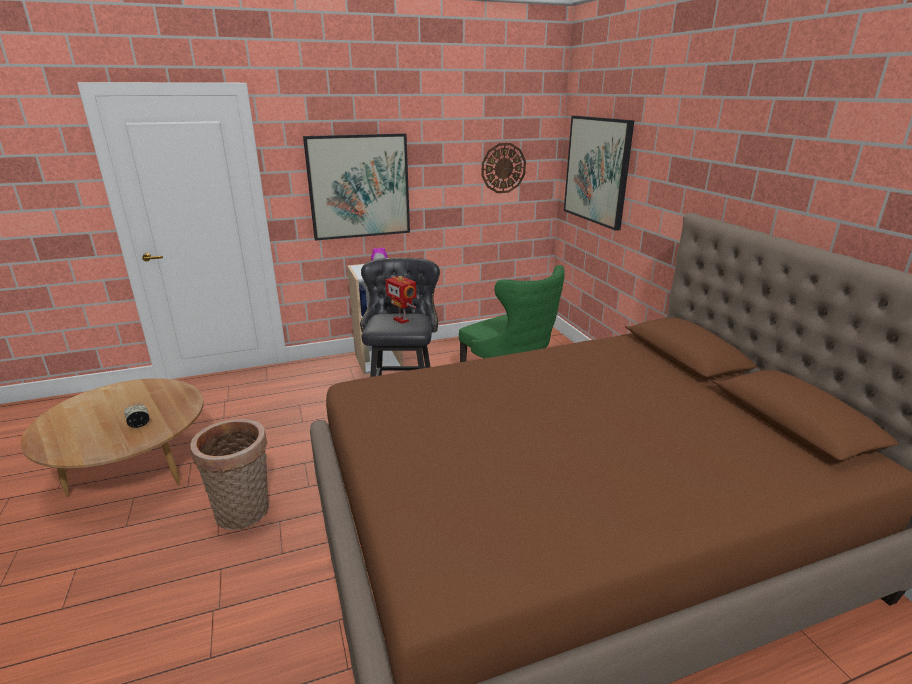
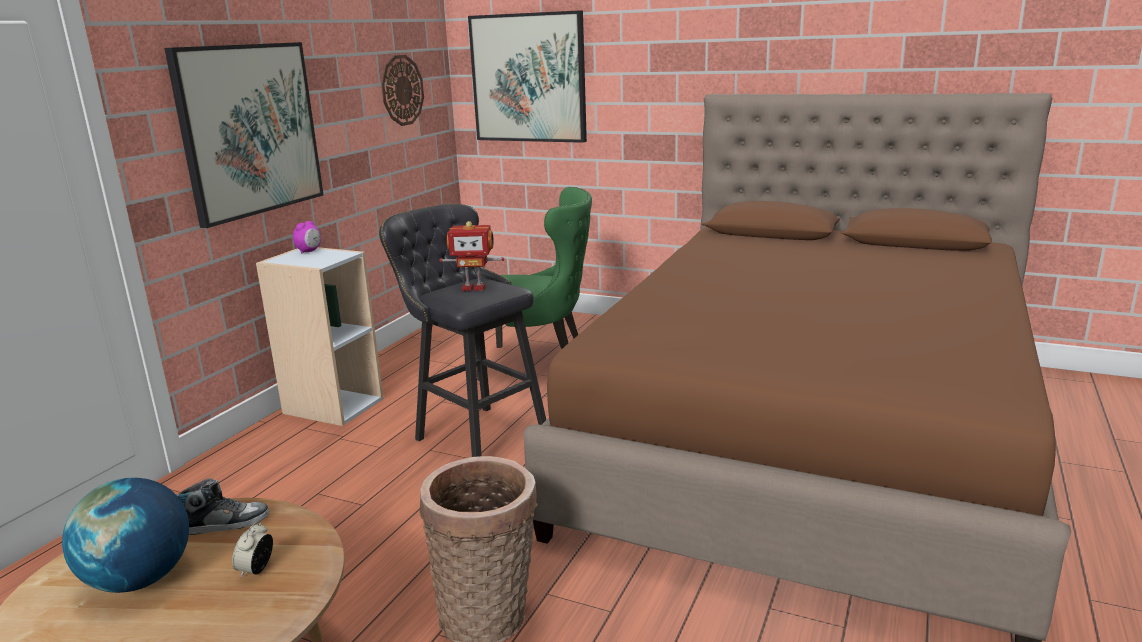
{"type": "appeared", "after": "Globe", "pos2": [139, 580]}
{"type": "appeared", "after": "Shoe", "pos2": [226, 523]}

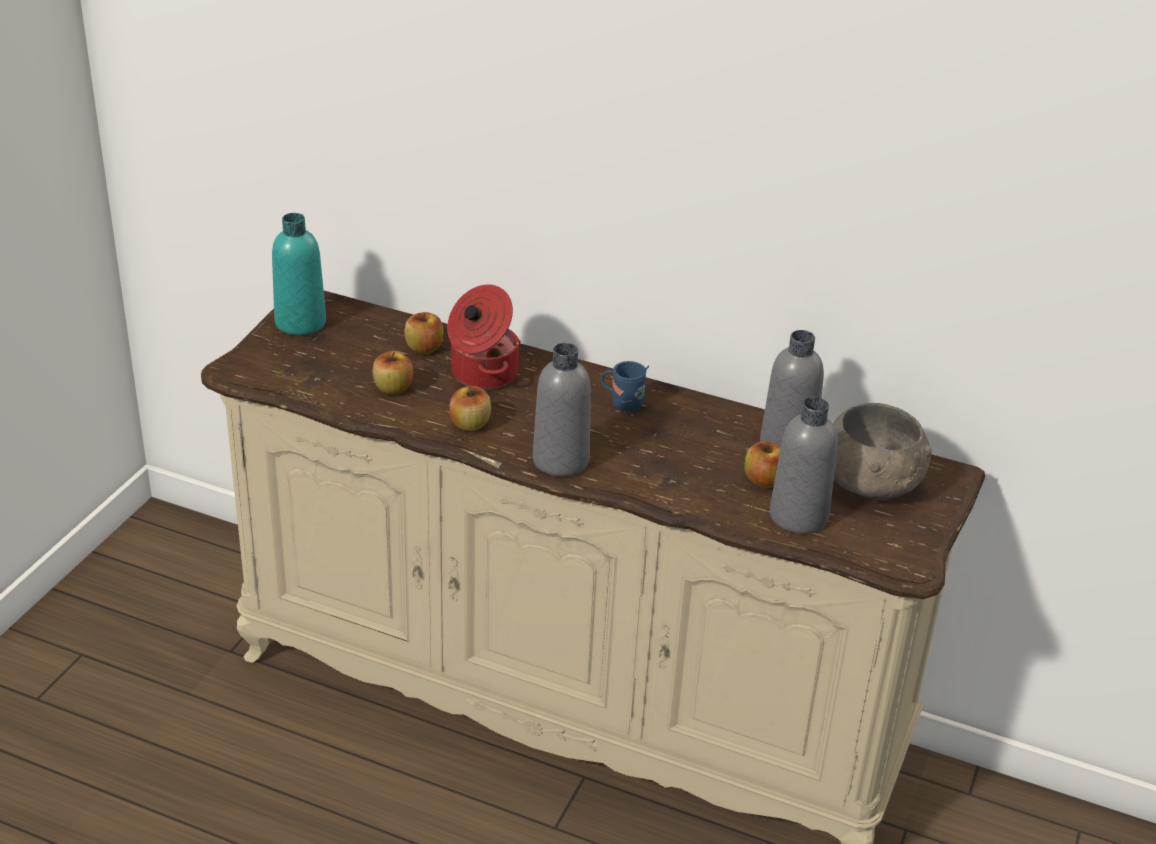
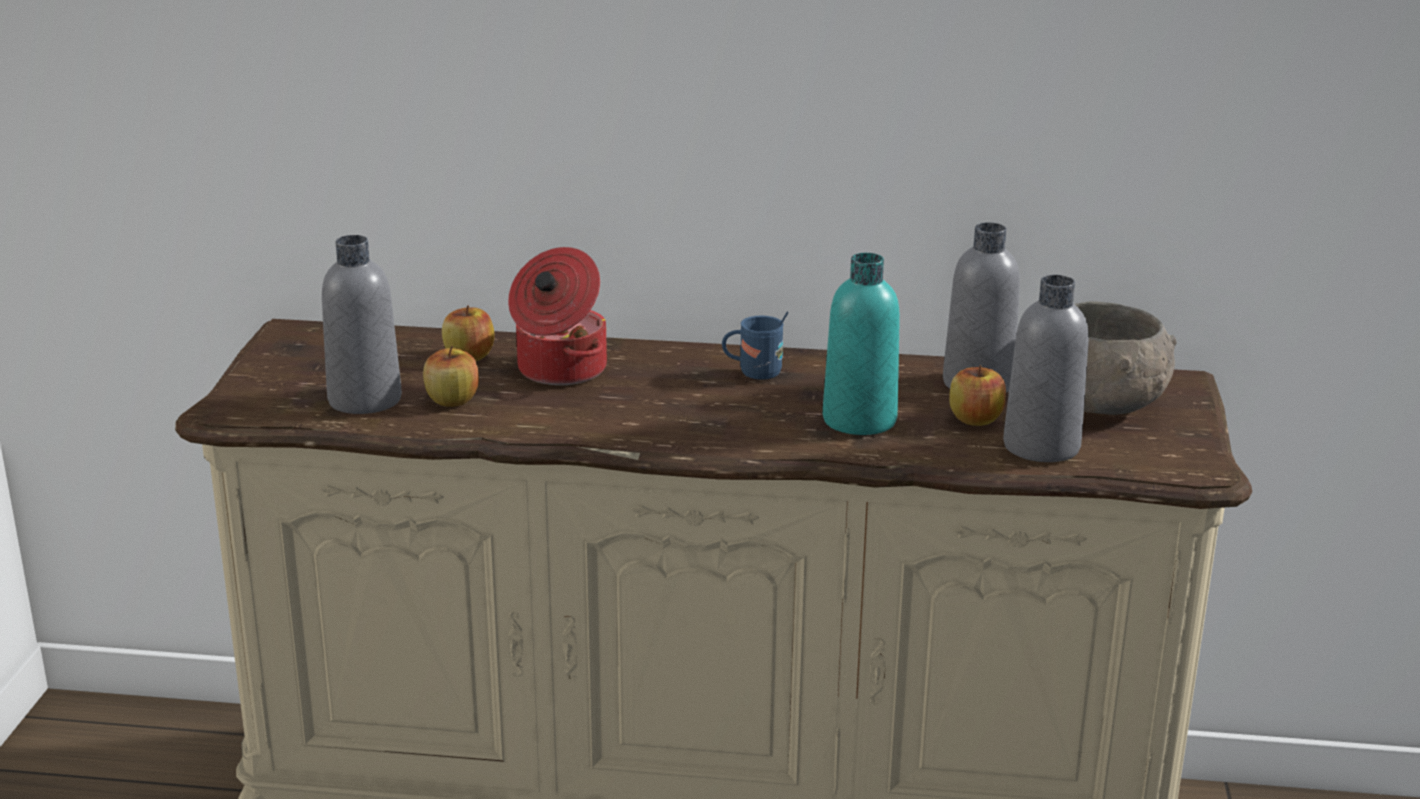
{"type": "missing", "before": "Apple", "pos1": [470, 424]}
{"type": "relocated", "before": "TurquoiseBottle", "pos1": [300, 322], "pos2": [859, 420]}
{"type": "relocated", "before": "GreyBottle", "pos1": [560, 460], "pos2": [365, 400]}

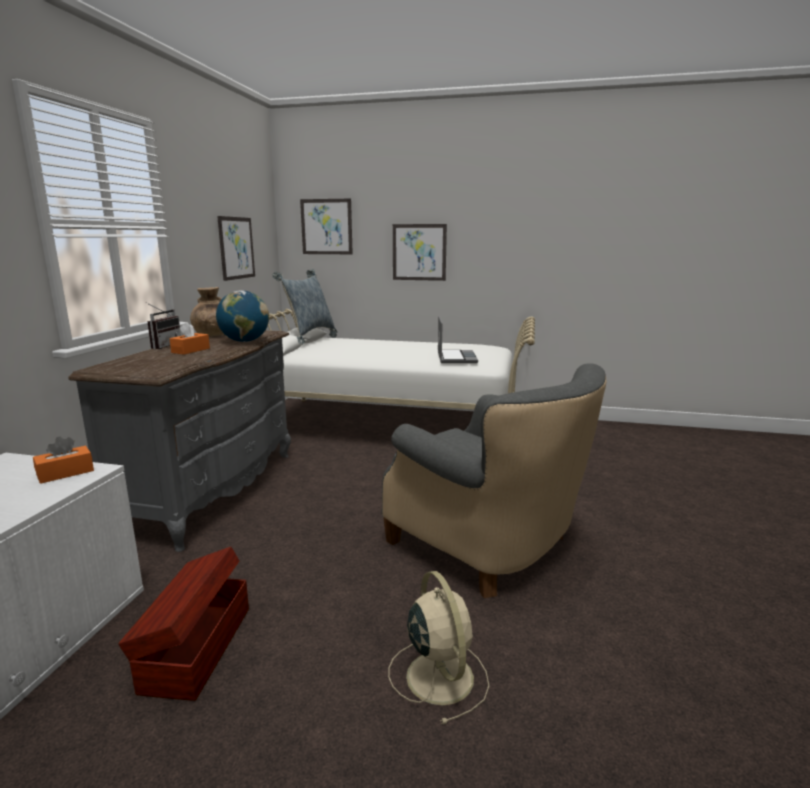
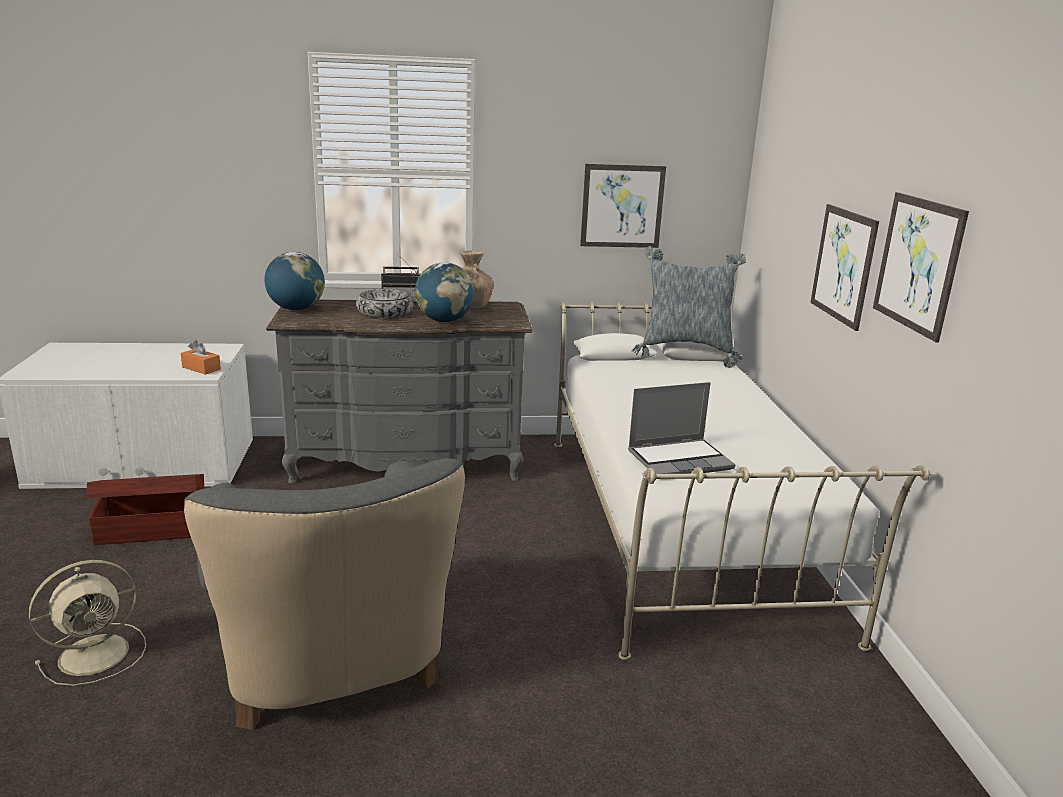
{"type": "appeared", "after": "Globe", "pos2": [296, 309]}
{"type": "relocated", "before": "Picture", "pos1": [326, 227], "pos2": [917, 264]}
{"type": "exchanged", "before": "OrangeTissueBox", "after": "Bowl", "pos1": [190, 350], "pos2": [385, 312]}
{"type": "spun", "before": "GreyArmchair", "pos1": [487, 545], "pos2": [333, 662], "turn": -45}

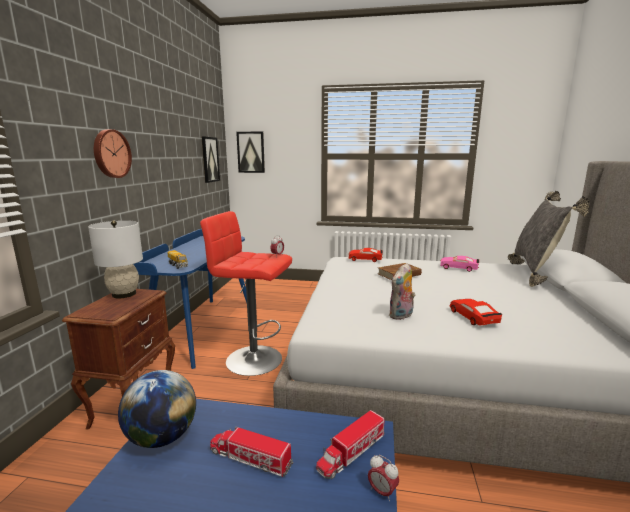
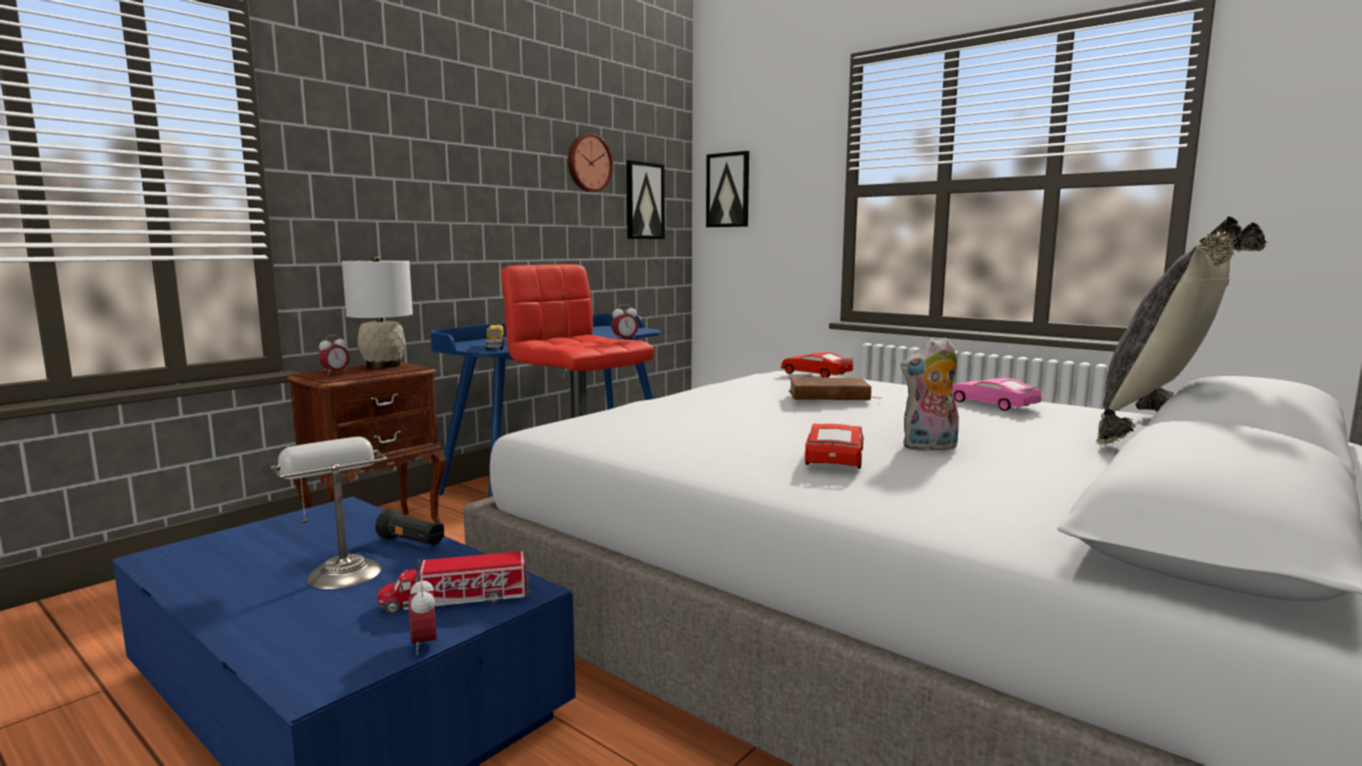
{"type": "missing", "before": "Globe", "pos1": [162, 437]}
{"type": "appeared", "after": "AlarmClock", "pos2": [335, 373]}
{"type": "appeared", "after": "BlackFlashlight", "pos2": [412, 542]}
{"type": "relocated", "before": "WallClock", "pos1": [111, 154], "pos2": [588, 163]}
{"type": "relocated", "before": "PlushToy", "pos1": [401, 316], "pos2": [929, 447]}
{"type": "exchanged", "before": "ToyTruck", "after": "WhiteTableLamp", "pos1": [250, 458], "pos2": [338, 569]}

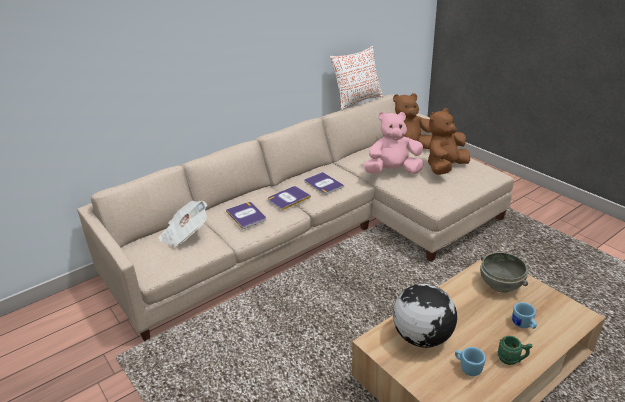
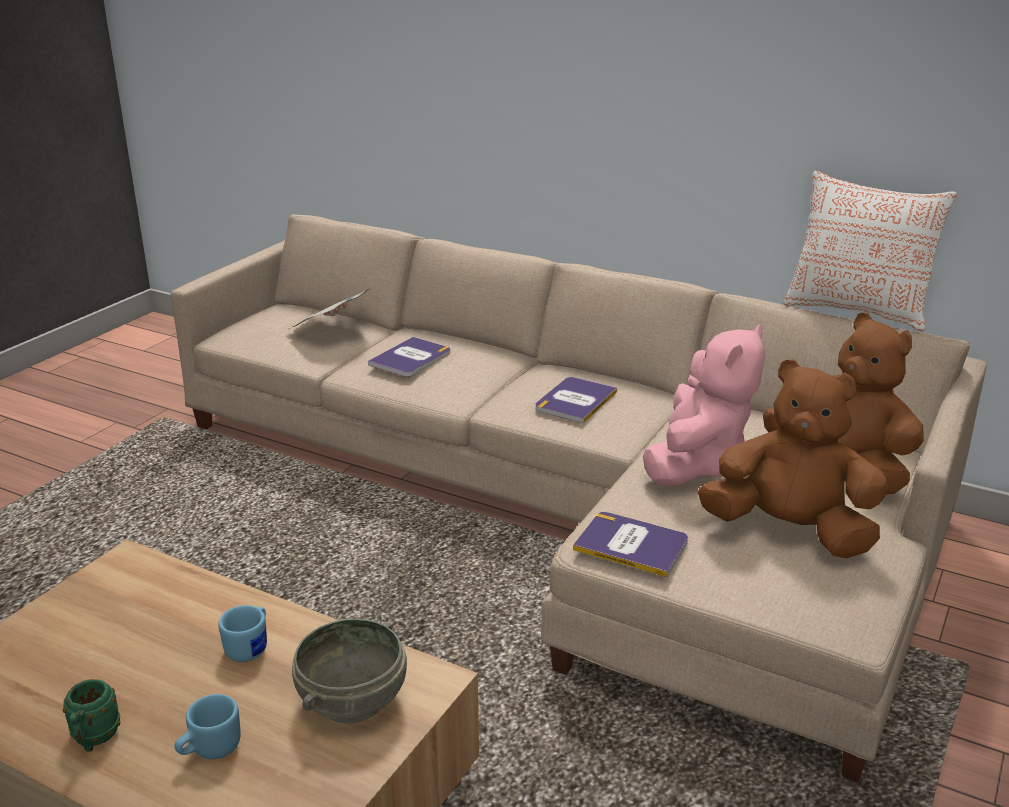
{"type": "missing", "before": "Globe", "pos1": [421, 336]}
{"type": "relocated", "before": "Book", "pos1": [288, 198], "pos2": [631, 545]}
{"type": "relocated", "before": "BlueMug", "pos1": [467, 367], "pos2": [250, 647]}
{"type": "spun", "before": "PinkPlushToy", "pos1": [393, 172], "pos2": [697, 464], "turn": 60}

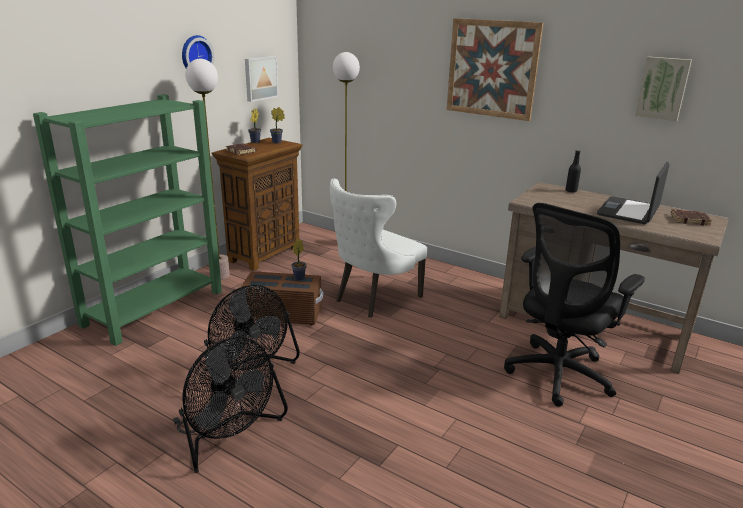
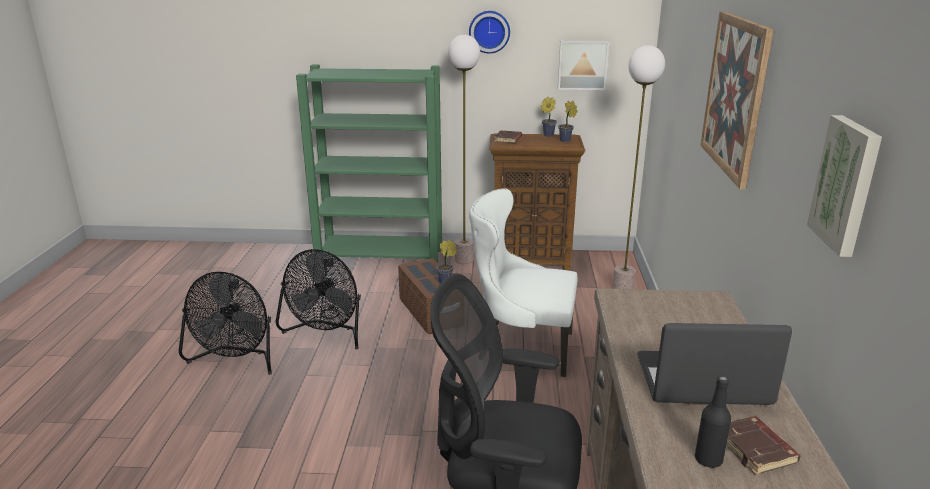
{"type": "relocated", "before": "BlackBottle", "pos1": [571, 191], "pos2": [708, 459]}

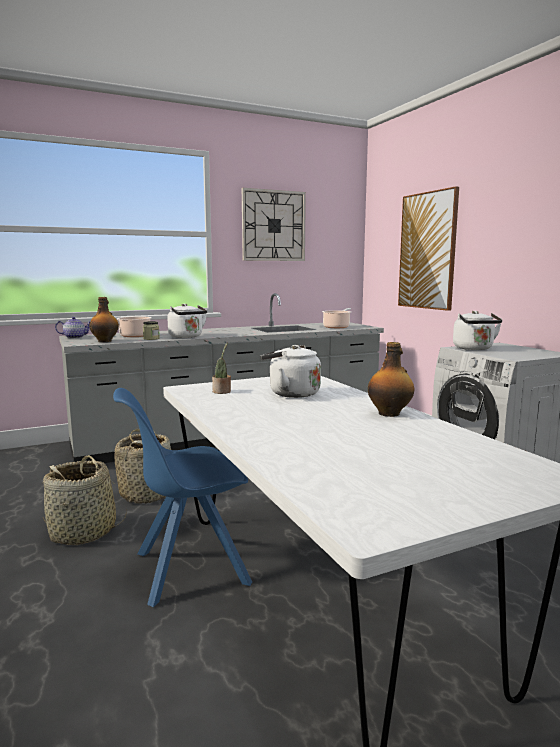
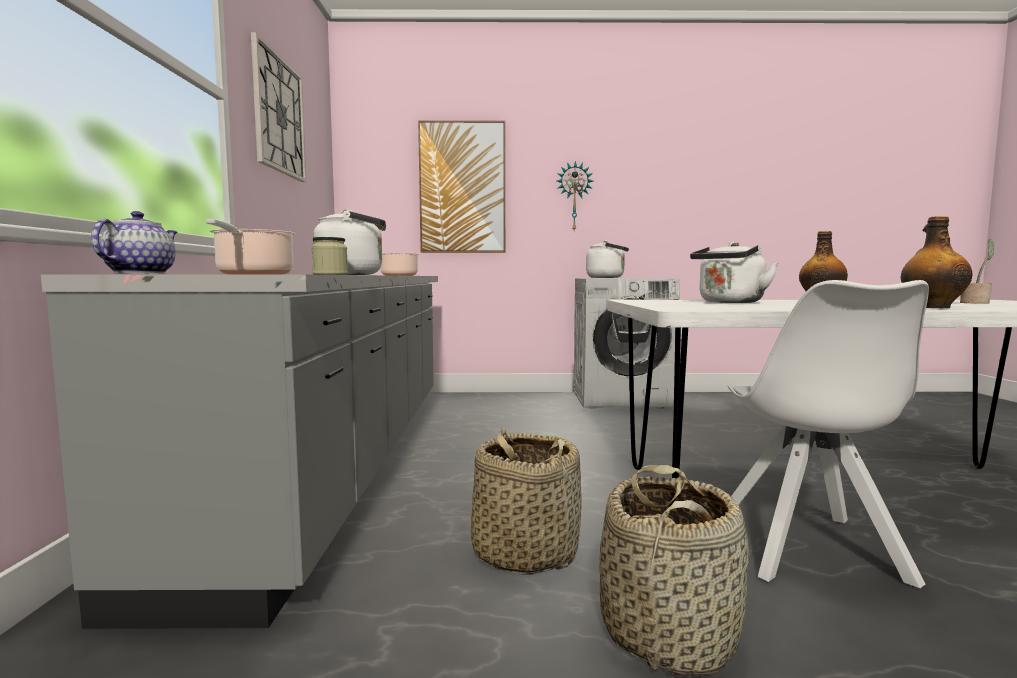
{"type": "appeared", "after": "WallClock", "pos2": [574, 197]}
{"type": "relocated", "before": "Bottle", "pos1": [105, 341], "pos2": [932, 307]}
{"type": "relocated", "before": "PottedPlant", "pos1": [222, 392], "pos2": [976, 303]}
{"type": "colour", "before": "BlueChair", "after": "WhiteChair", "pos1": [189, 568], "pos2": [808, 549]}

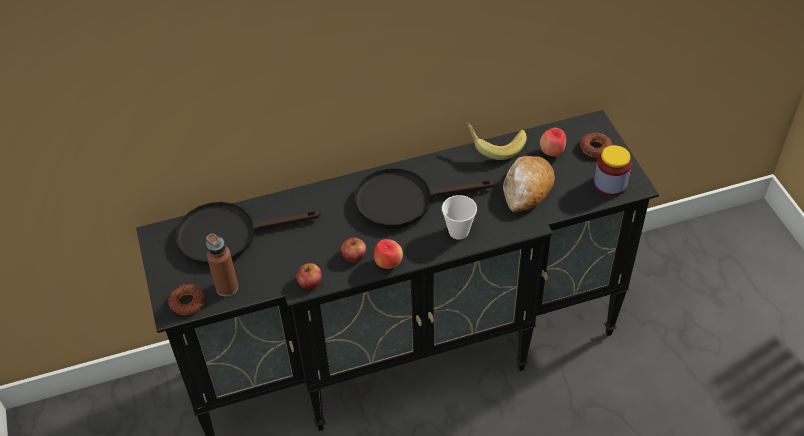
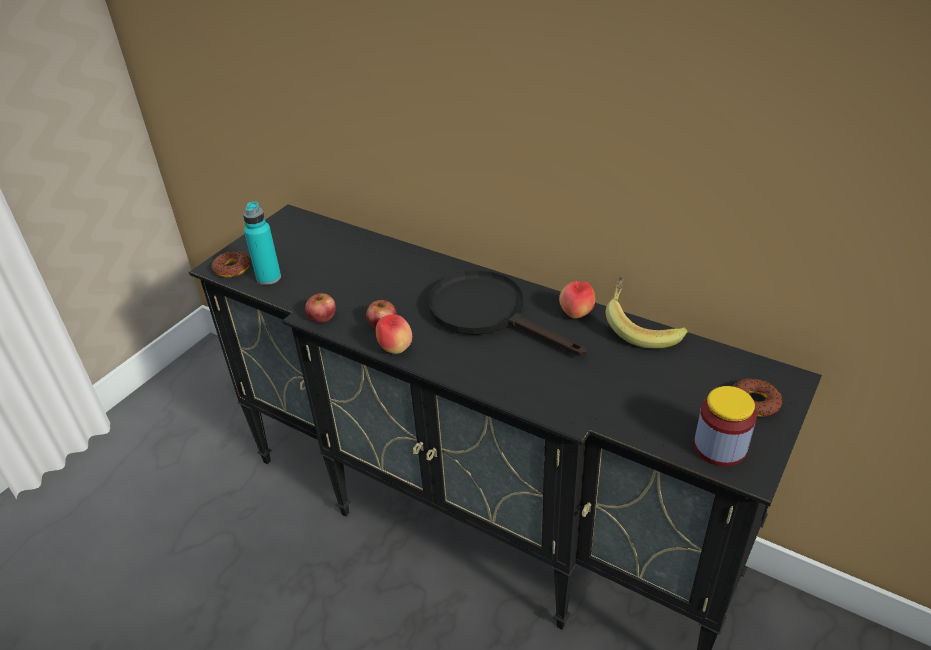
{"type": "missing", "before": "BlackFryingPan", "pos1": [228, 235]}
{"type": "missing", "before": "Cup", "pos1": [458, 231]}
{"type": "missing", "before": "Bread", "pos1": [527, 189]}
{"type": "relocated", "before": "Apple", "pos1": [552, 152], "pos2": [576, 314]}
{"type": "colour", "before": "BrownBottle", "after": "TurquoiseBottle", "pos1": [227, 287], "pos2": [268, 278]}

